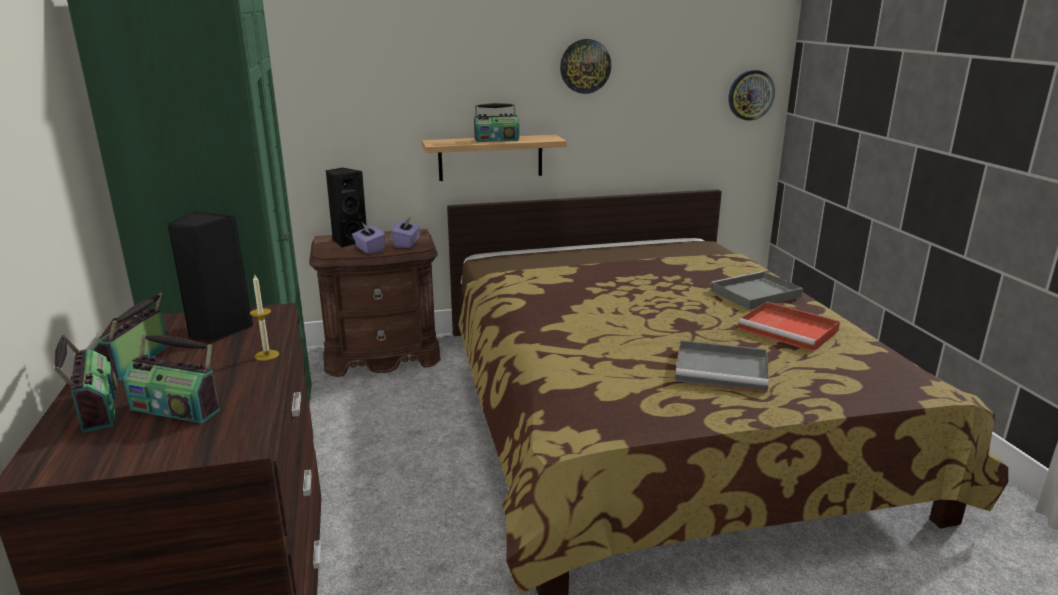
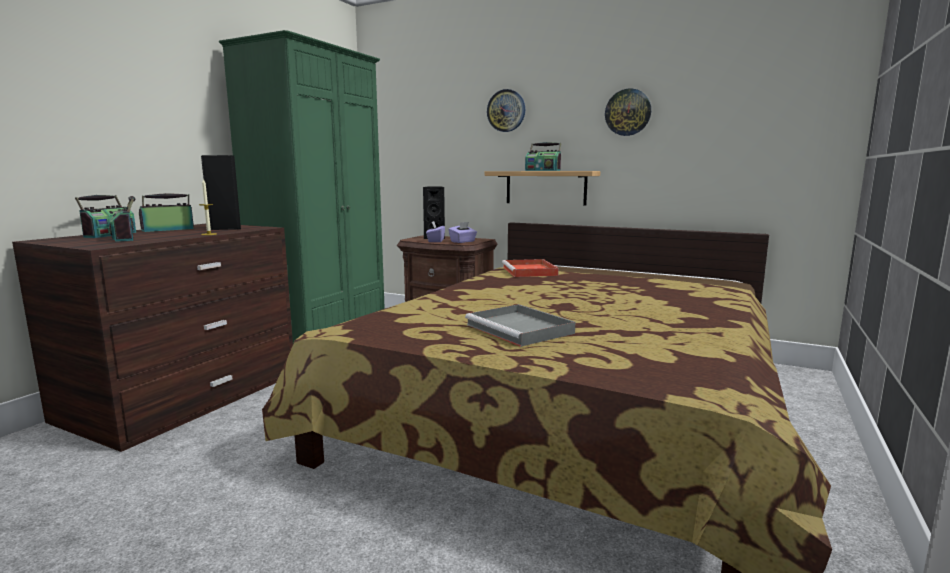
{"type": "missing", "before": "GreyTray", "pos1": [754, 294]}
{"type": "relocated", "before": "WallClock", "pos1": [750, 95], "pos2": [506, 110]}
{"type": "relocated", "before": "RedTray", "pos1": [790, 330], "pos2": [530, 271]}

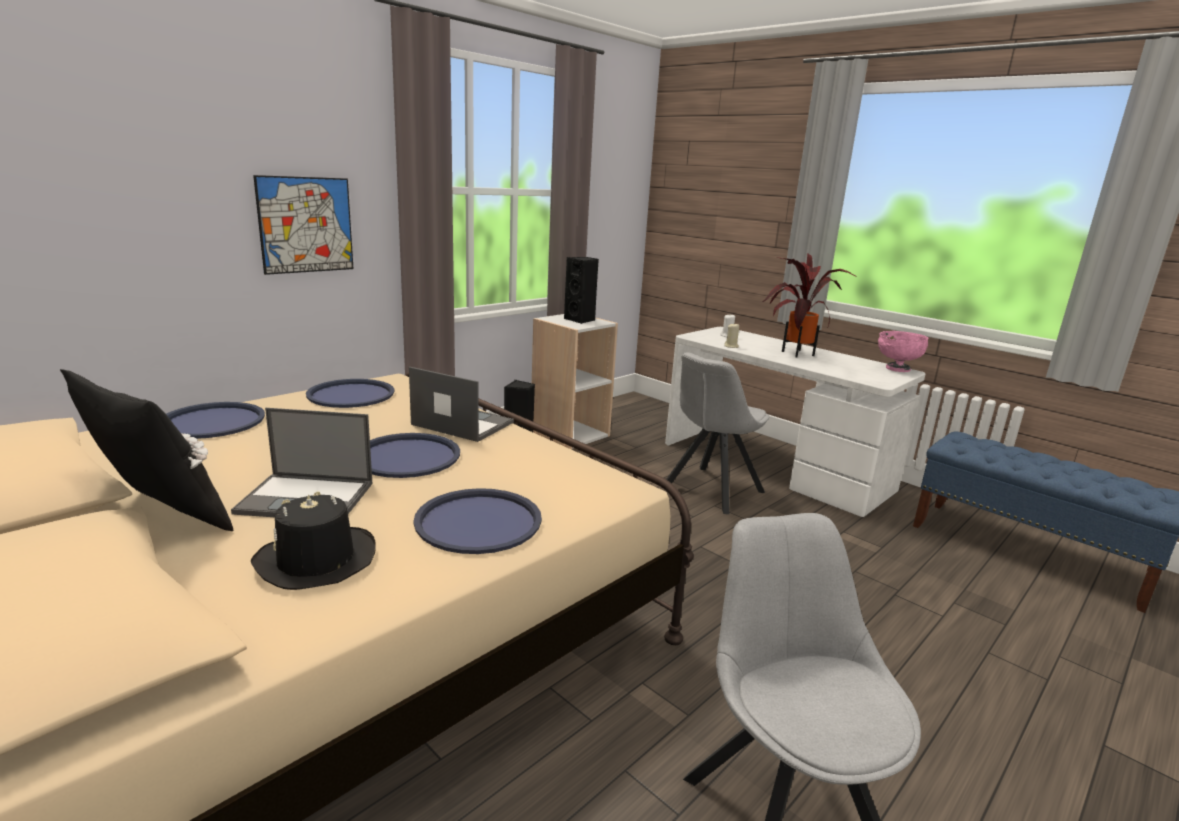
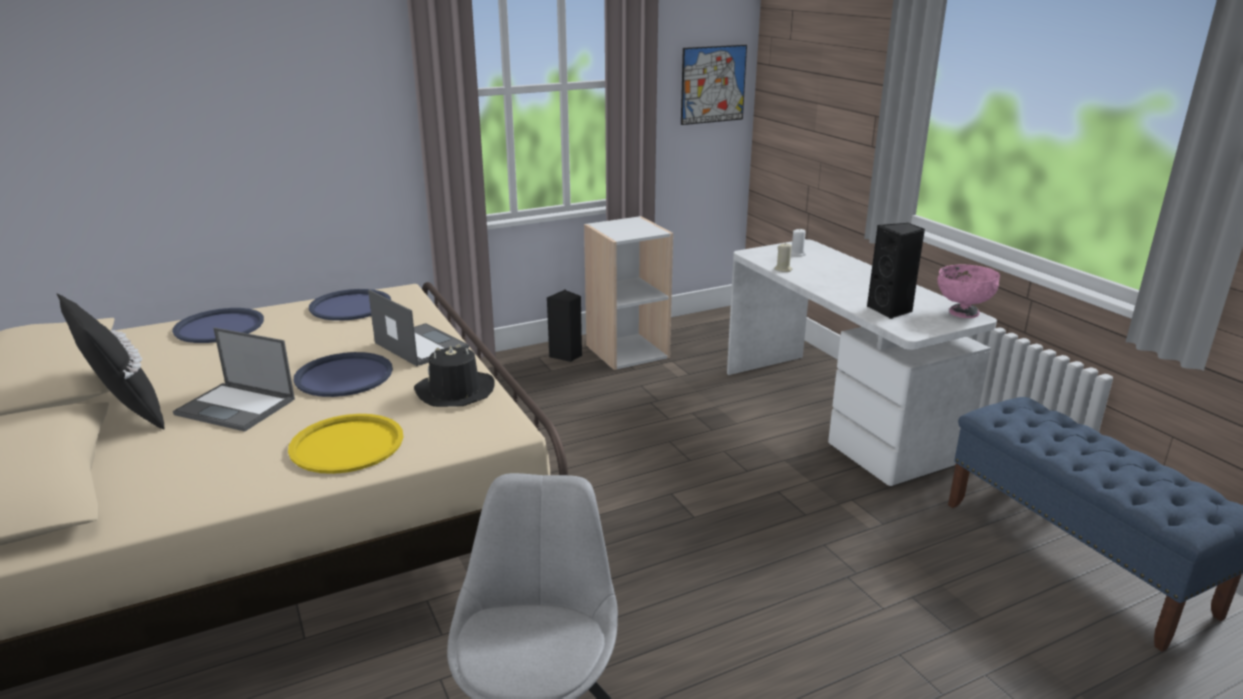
{"type": "missing", "before": "GreyChair", "pos1": [711, 490]}
{"type": "missing", "before": "PottedPlant", "pos1": [794, 353]}
{"type": "relocated", "before": "BlackHat", "pos1": [315, 560], "pos2": [454, 391]}
{"type": "relocated", "before": "Picture", "pos1": [306, 225], "pos2": [713, 84]}
{"type": "relocated", "before": "BlackSpeaker", "pos1": [580, 320], "pos2": [891, 310]}
{"type": "colour", "before": "BlueTray", "after": "YellowTray", "pos1": [478, 522], "pos2": [347, 445]}

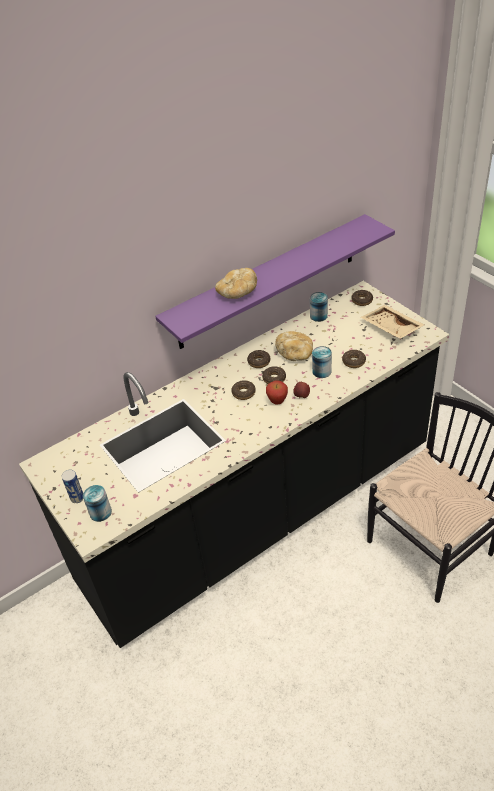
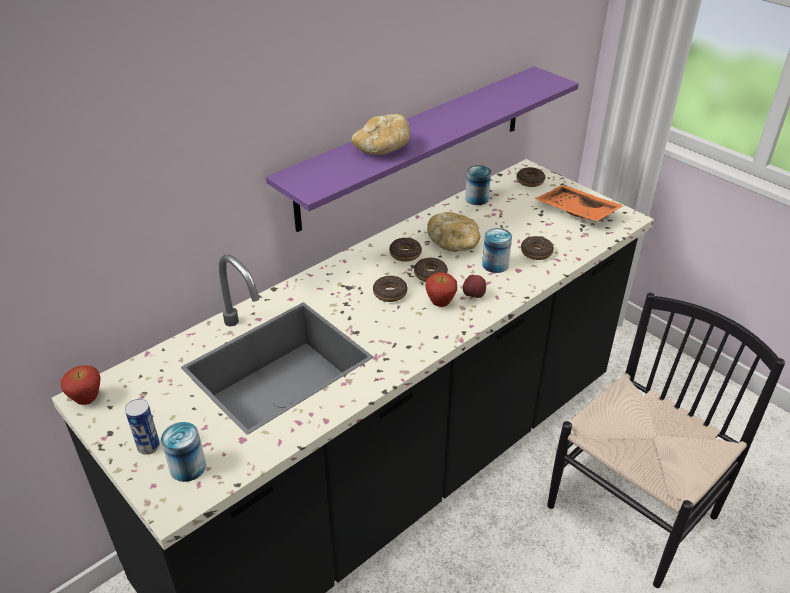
{"type": "appeared", "after": "Apple", "pos2": [87, 400]}
{"type": "colour", "before": "BeigeTray", "after": "OrangeTray", "pos1": [390, 328], "pos2": [575, 212]}

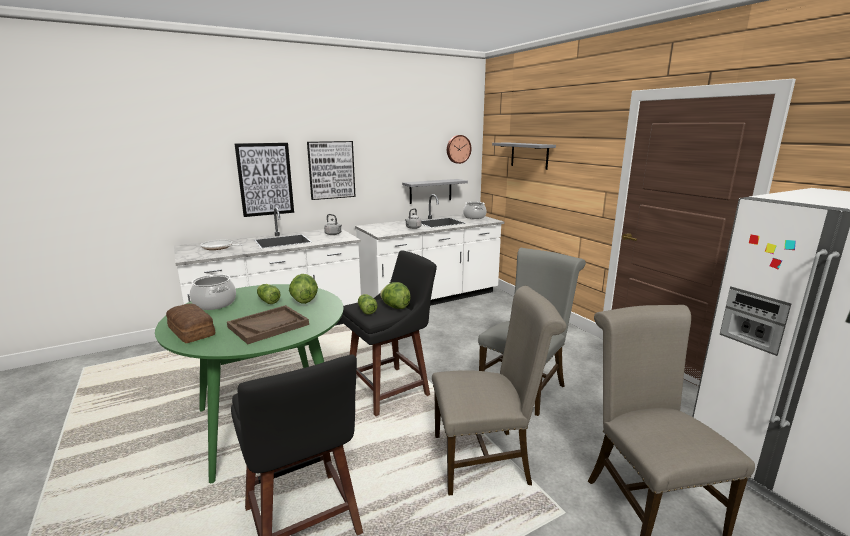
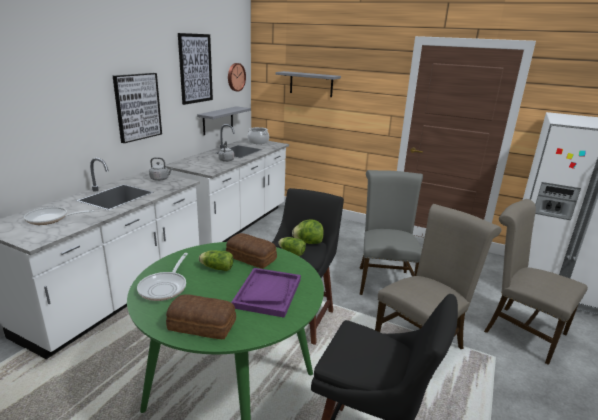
{"type": "relocated", "before": "Picture", "pos1": [265, 179], "pos2": [195, 68]}
{"type": "exchanged", "before": "CookingPot", "after": "FryingPan", "pos1": [215, 303], "pos2": [165, 287]}
{"type": "exchanged", "before": "Lettuce", "after": "Bread", "pos1": [304, 300], "pos2": [251, 258]}
{"type": "colour", "before": "BrownTray", "after": "PurpleTray", "pos1": [268, 326], "pos2": [267, 293]}

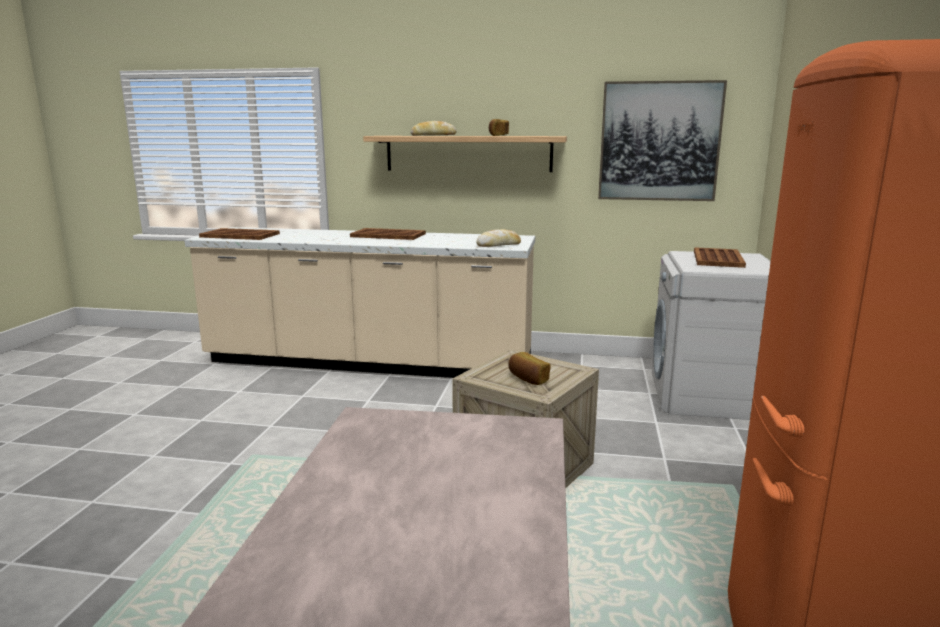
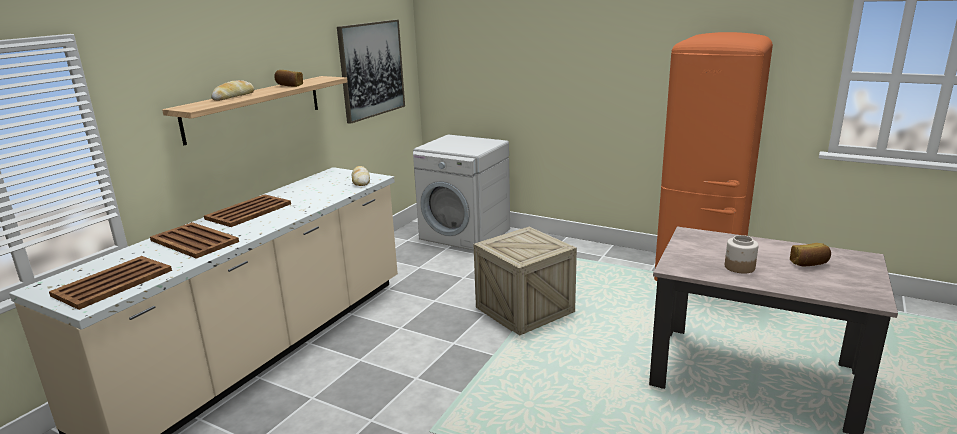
{"type": "appeared", "after": "Jar", "pos2": [739, 267]}
{"type": "relocated", "before": "Bread", "pos1": [528, 379], "pos2": [809, 263]}
{"type": "relocated", "before": "BrownTray", "pos1": [717, 259], "pos2": [194, 241]}

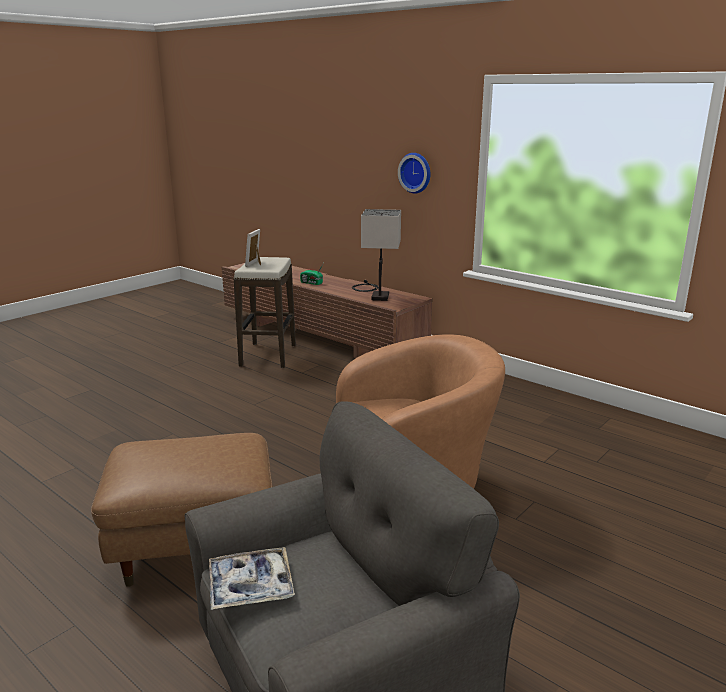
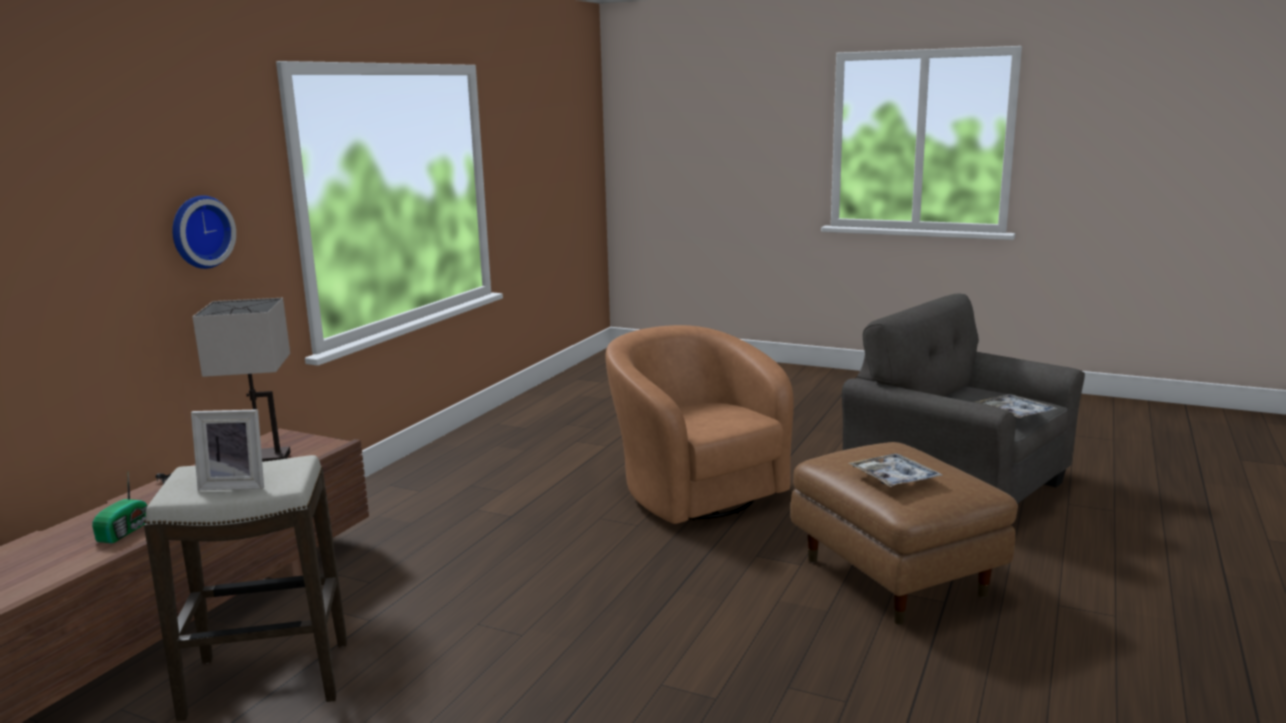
{"type": "appeared", "after": "Tray", "pos2": [894, 478]}

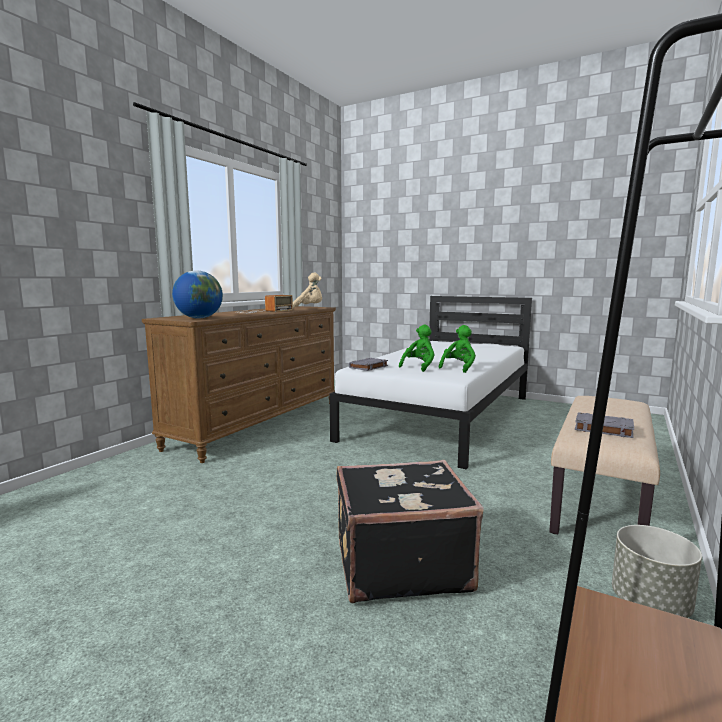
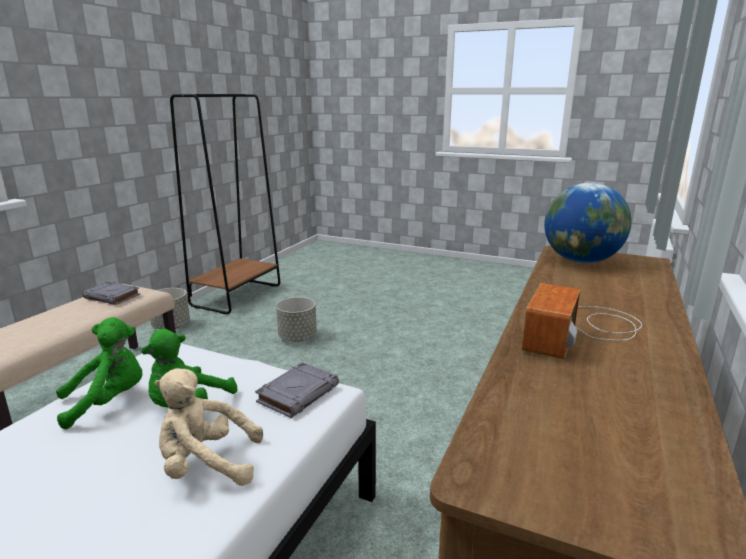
{"type": "relocated", "before": "BeigePlushToy", "pos1": [308, 308], "pos2": [206, 465]}
{"type": "exchanged", "before": "BlackSuitcase", "after": "GreyPlanter", "pos1": [399, 563], "pos2": [298, 337]}
{"type": "spun", "before": "GreenPlushToy", "pos1": [458, 368], "pos2": [108, 402], "turn": -150}

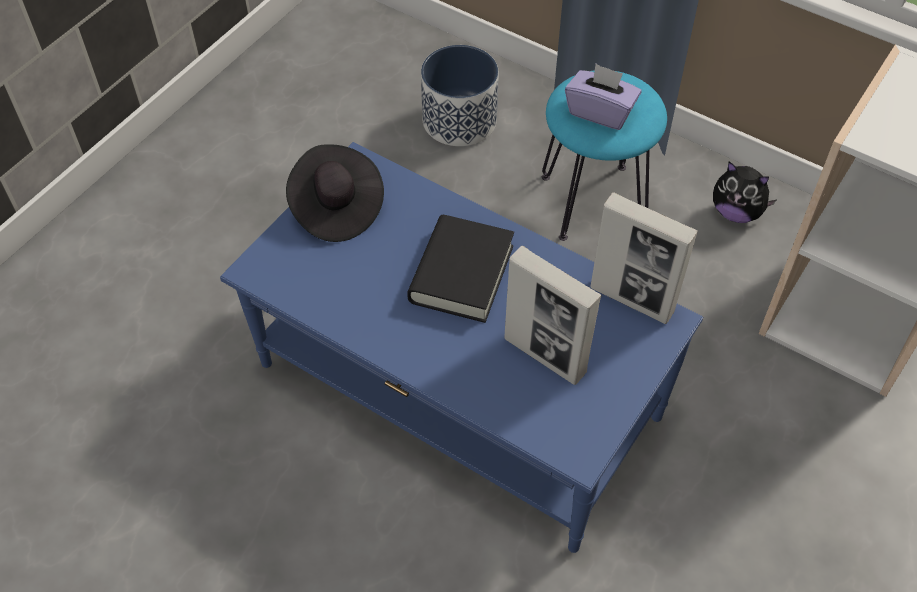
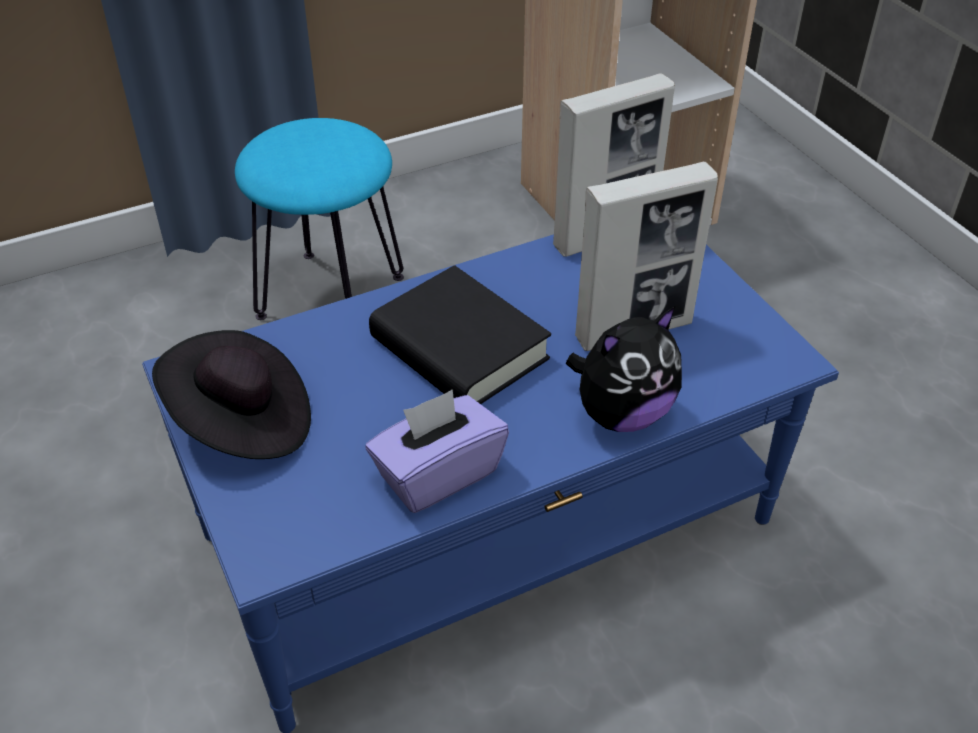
{"type": "missing", "before": "Planter", "pos1": [458, 121]}
{"type": "relocated", "before": "PurpleTissueBox", "pos1": [600, 112], "pos2": [437, 474]}
{"type": "relocated", "before": "PlushToy", "pos1": [736, 212], "pos2": [622, 413]}

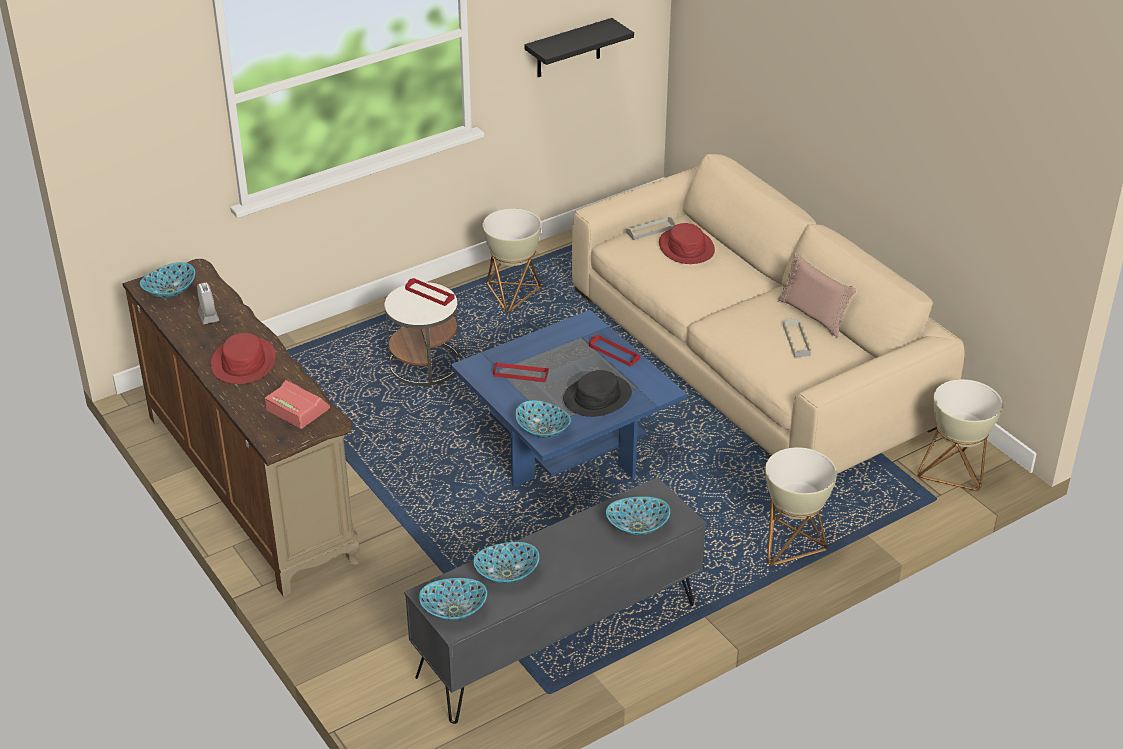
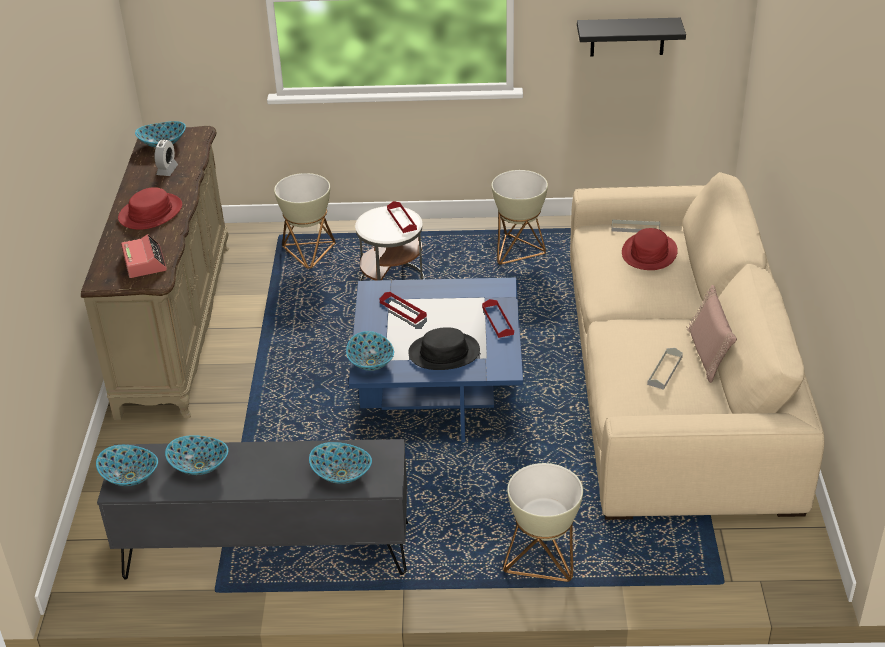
{"type": "relocated", "before": "Planter", "pos1": [953, 473], "pos2": [308, 253]}

